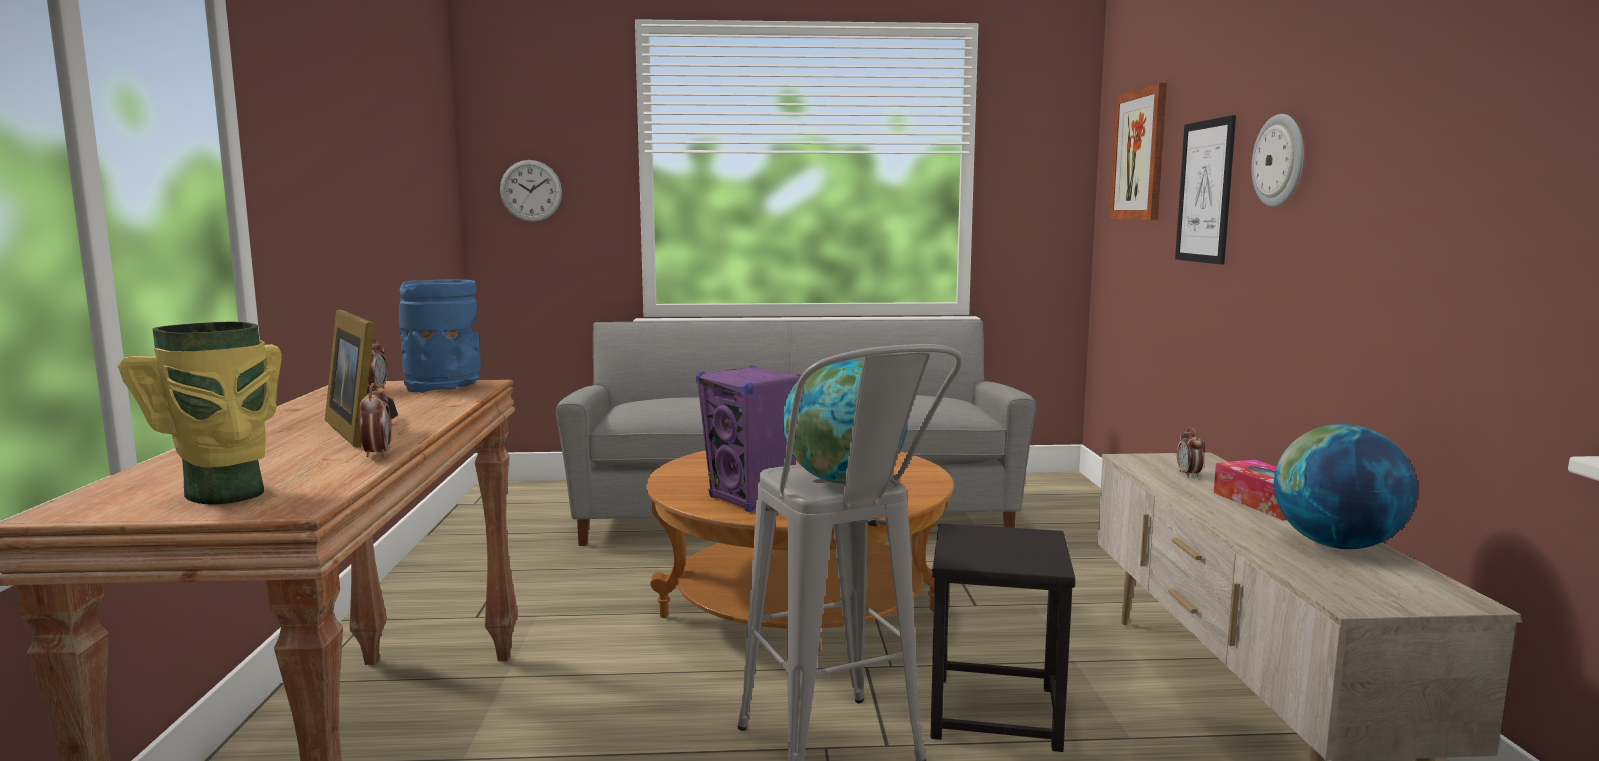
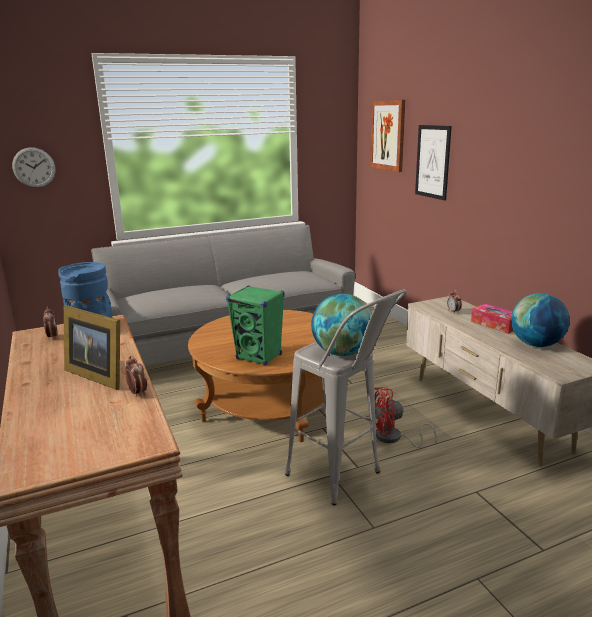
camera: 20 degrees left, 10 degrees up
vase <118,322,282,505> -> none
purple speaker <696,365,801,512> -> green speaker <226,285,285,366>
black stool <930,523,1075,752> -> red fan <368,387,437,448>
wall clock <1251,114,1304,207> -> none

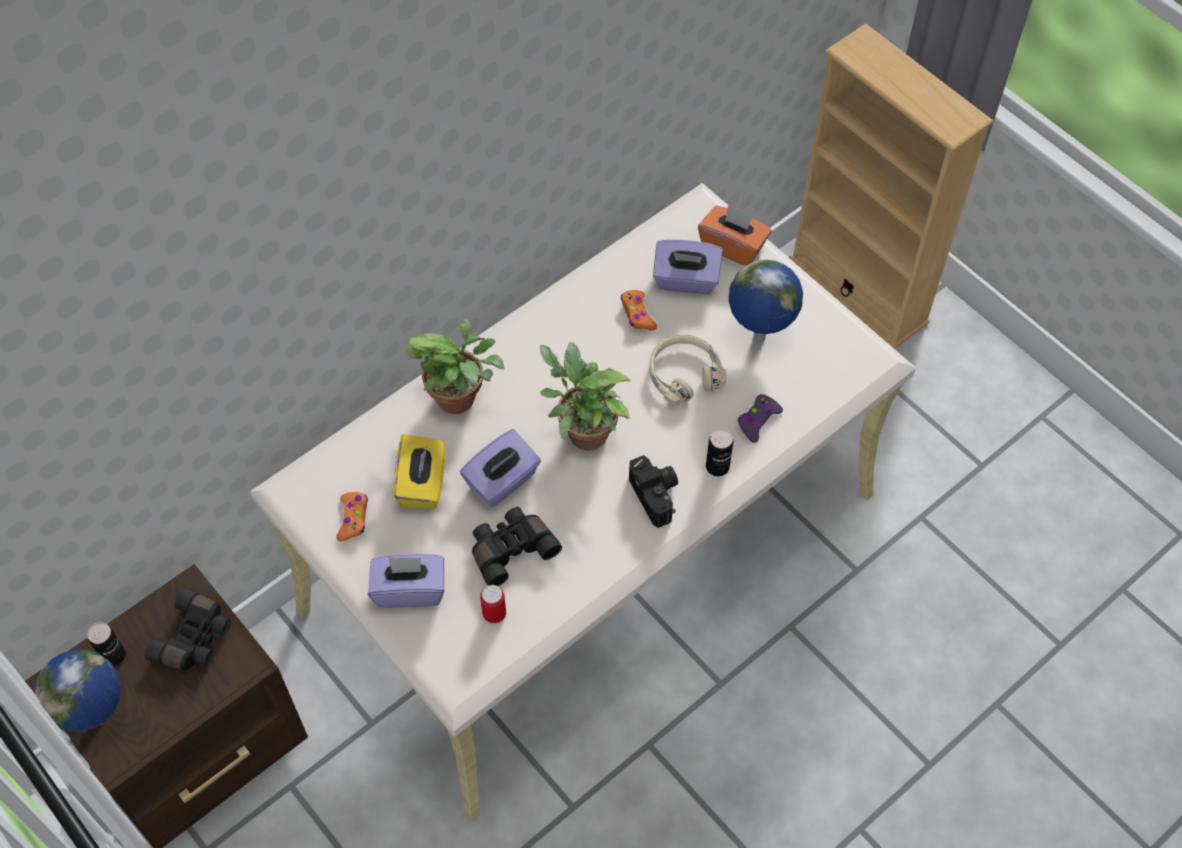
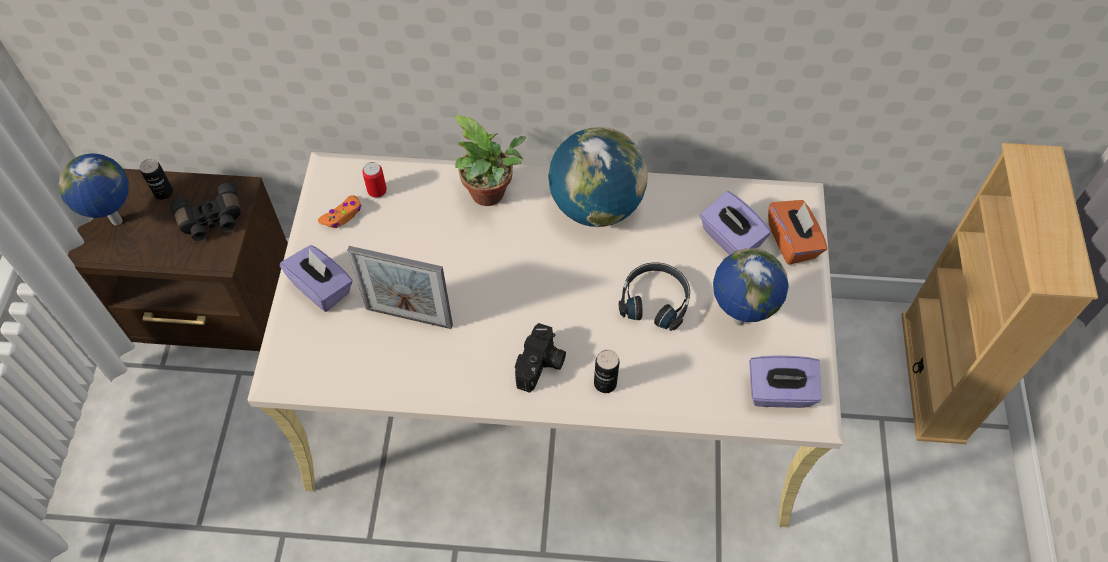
camera: 45 degrees right, 0 degrees up
yellow tissue box <394,434,445,508> -> none
purple tissue box <460,429,541,507> -> purple tissue box <749,356,822,408>, move
black binoculars <472,507,562,586> -> picture frame <347,246,453,329>
can <480,585,506,624> -> can <362,162,387,199>, move
potted plant <540,342,631,451> -> none
orange game controller <621,290,657,330> -> none
beige headphones <649,334,726,406> -> black headphones <618,262,690,331>
purple game controller <738,394,783,443> -> none
none -> globe <548,127,648,228>

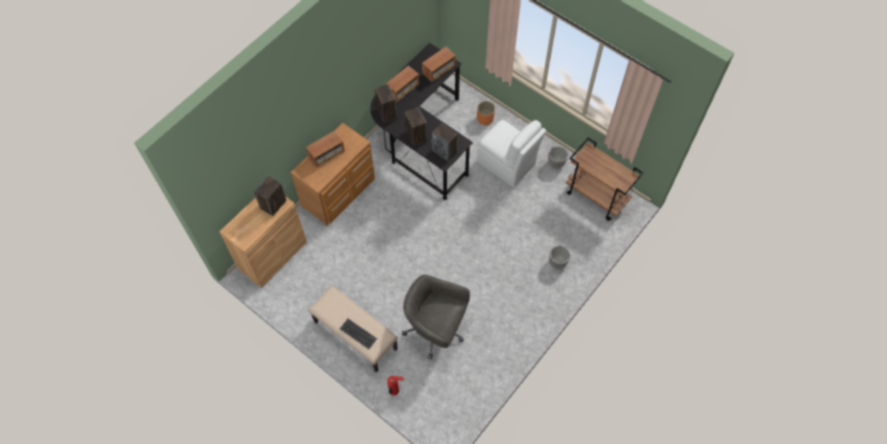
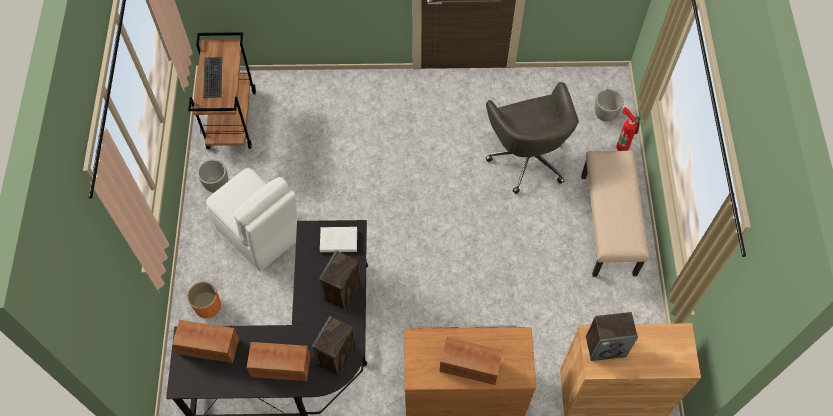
camera: 130 degrees left, 0 degrees up
keyboard <340,319,377,349> -> keyboard <203,57,222,98>, move
speaker <432,123,458,161> -> white book <320,227,357,252>
white chair <477,120,546,187> -> white chair <206,168,298,271>, 135 degrees clockwise
planter <549,245,570,269> -> planter <594,89,624,121>, move

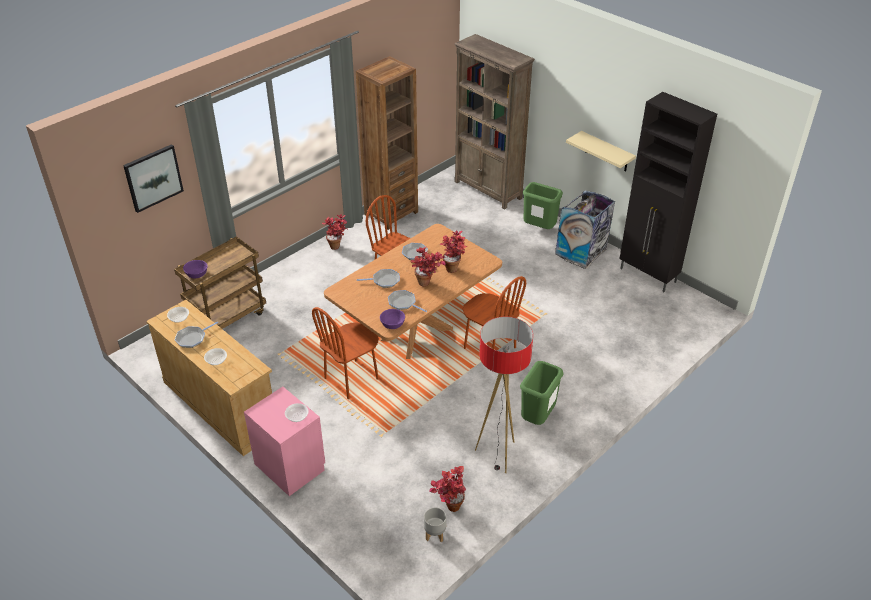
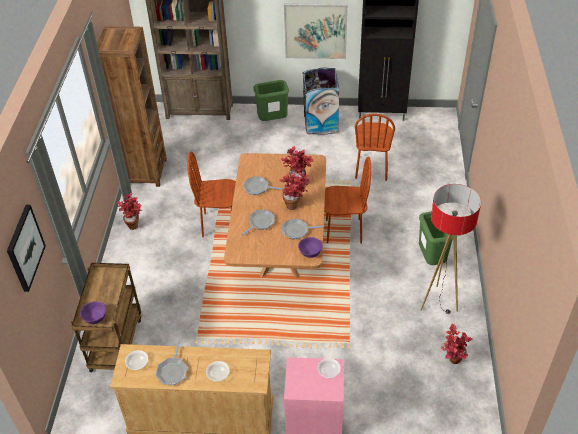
camera: 40 degrees left, 5 degrees up
brown chair <312,307,379,399> -> brown chair <355,114,395,181>, move
grey planter <424,507,446,542> -> none
beige shelf <566,131,636,172> -> picture <284,3,348,59>

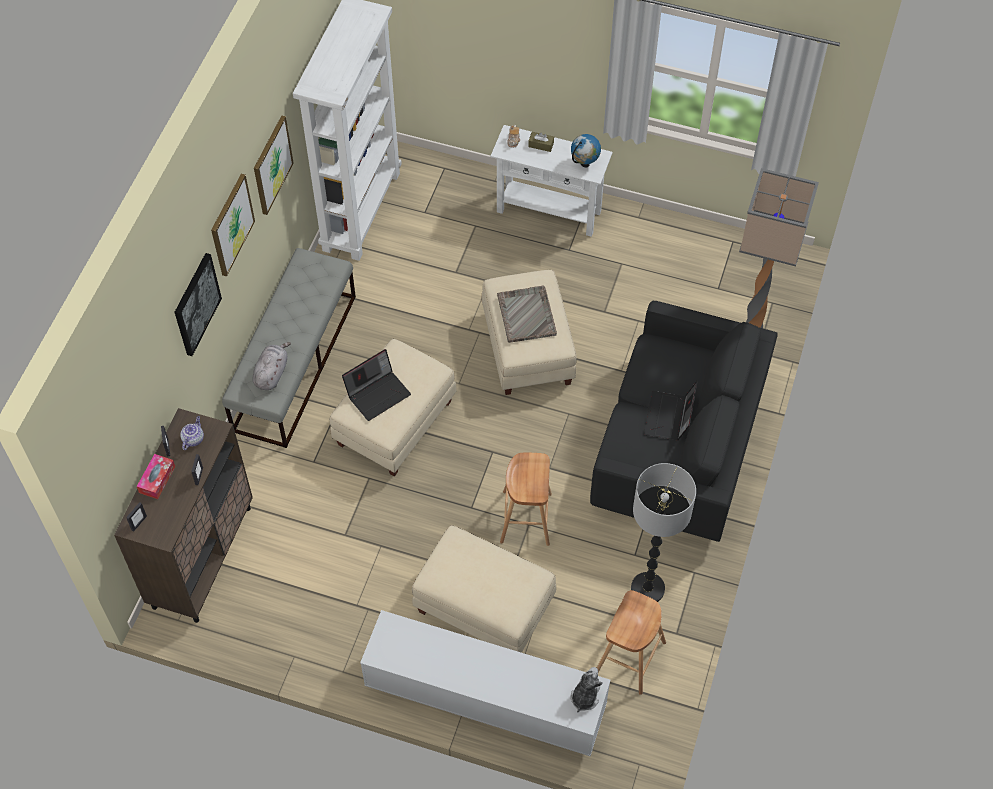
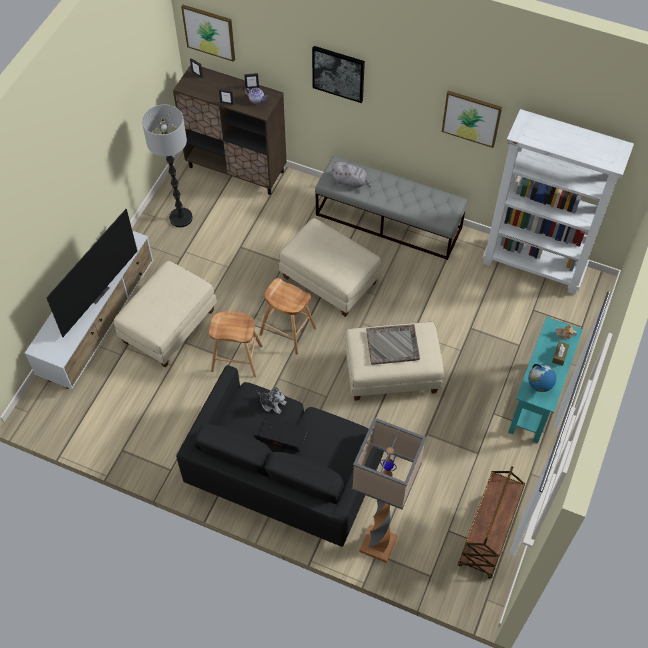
camera: 95 degrees right, 0 degrees up
tissue box <137,454,175,499> -> none
picture <211,174,255,276> -> picture <181,5,235,62>, move
laptop <342,349,411,421> -> none
white console table <490,125,612,237> -> turquoise console table <508,317,583,444>
plush toy <571,667,603,713> -> plush toy <257,387,287,414>, move
brown stool <597,590,666,695> -> brown stool <259,278,316,355>, move
floor lamp <631,463,696,602> -> floor lamp <142,105,193,227>, move
none -> television <46,209,137,337>
none -> brown cart <458,466,525,579>

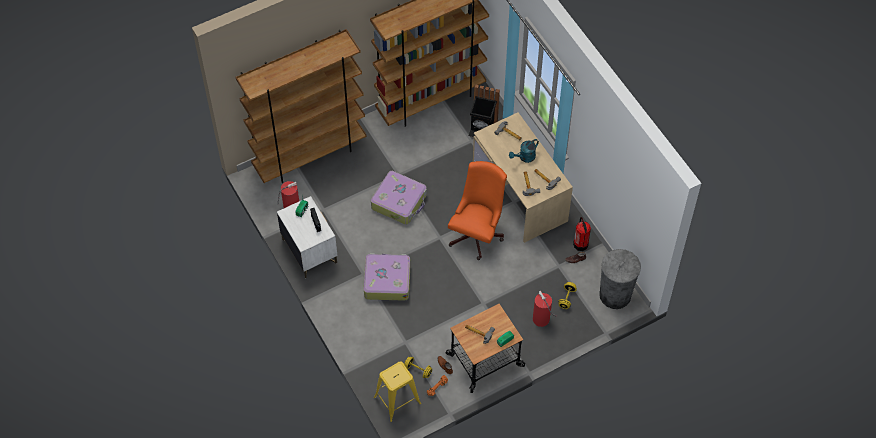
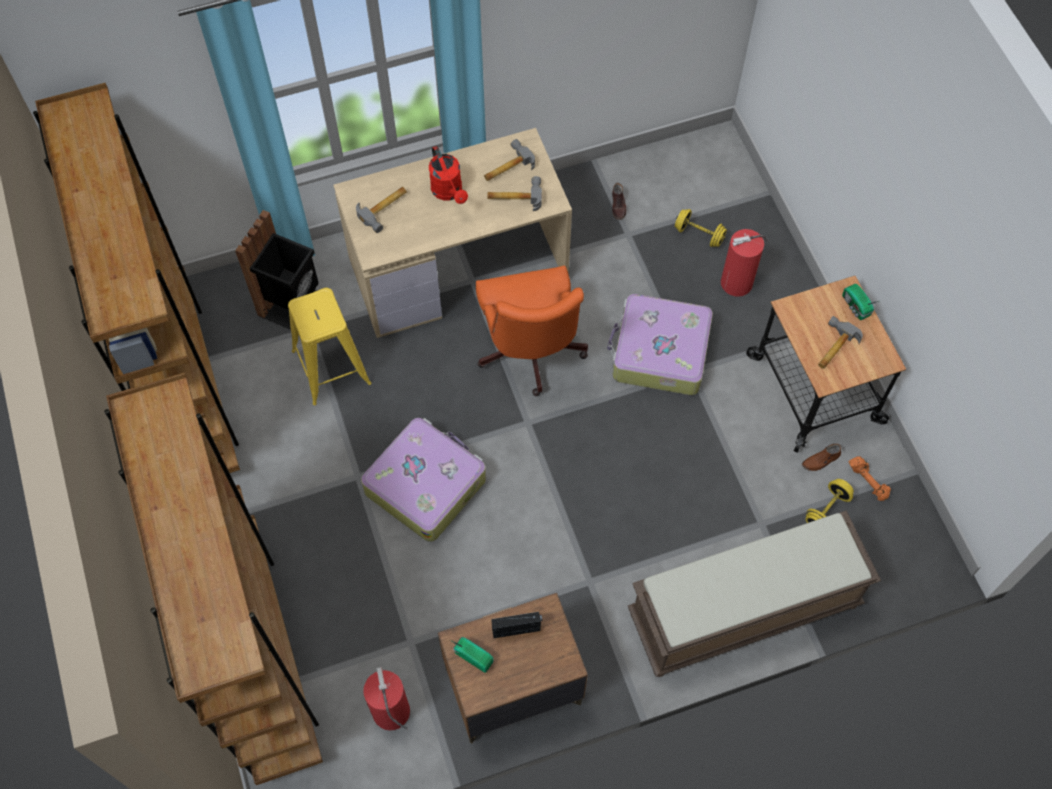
camera: 80 degrees left, 5 degrees up
white nightstand <277,196,338,278> -> brown nightstand <438,593,588,744>
suitcase <364,253,410,301> -> suitcase <607,294,713,395>, move
yellow stool <374,361,421,422> -> yellow stool <288,288,371,405>, move
orange office chair <448,161,507,260> -> orange office chair <476,266,588,396>, 135 degrees counterclockwise
turquoise watering can <509,139,539,163> -> red watering can <429,146,468,204>
fire extinguisher <573,217,591,251> -> none
grey trash can <599,249,641,309> -> none
none -> brown bench <628,511,881,677>

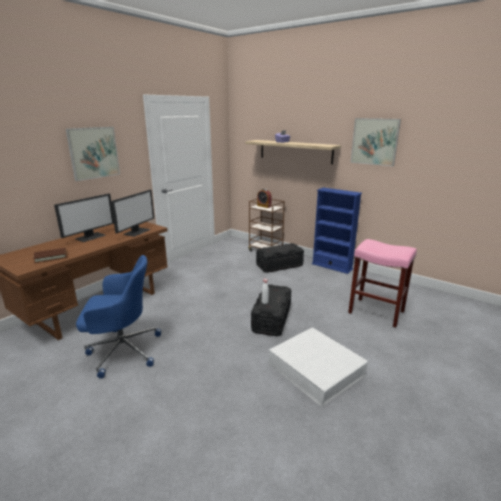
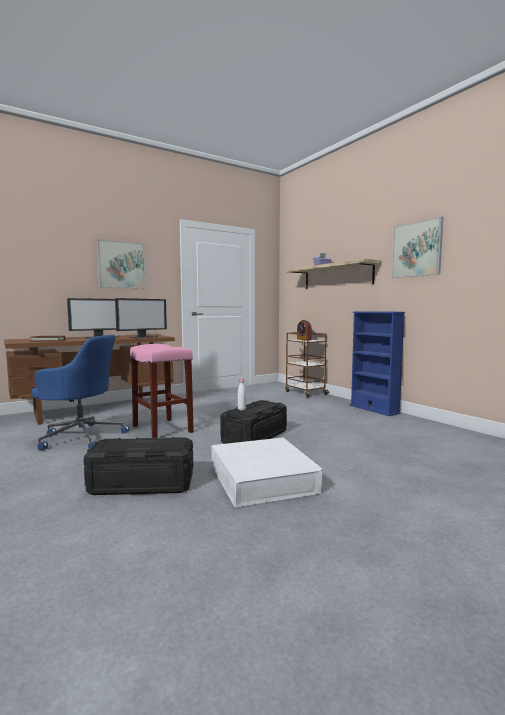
camera: 20 degrees right, 15 degrees down
black storage box <256,243,304,273> -> black storage box <83,437,193,495>, move
pink stool <348,239,417,327> -> pink stool <130,344,194,439>, move

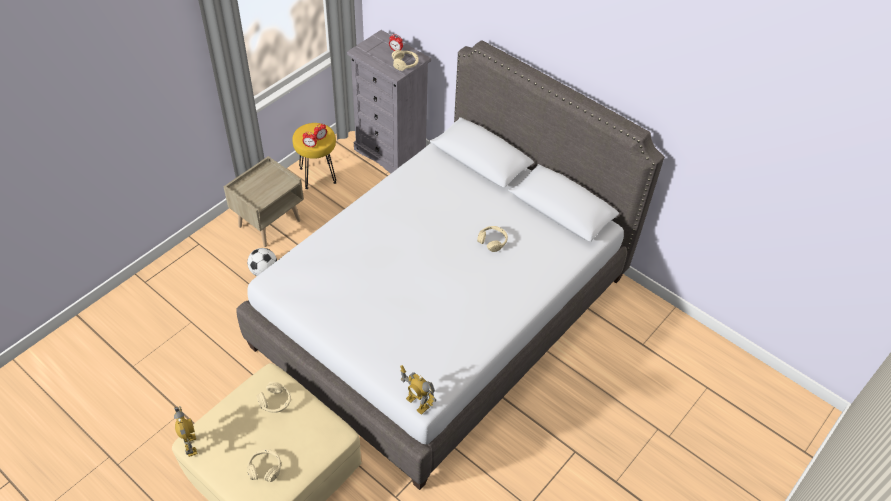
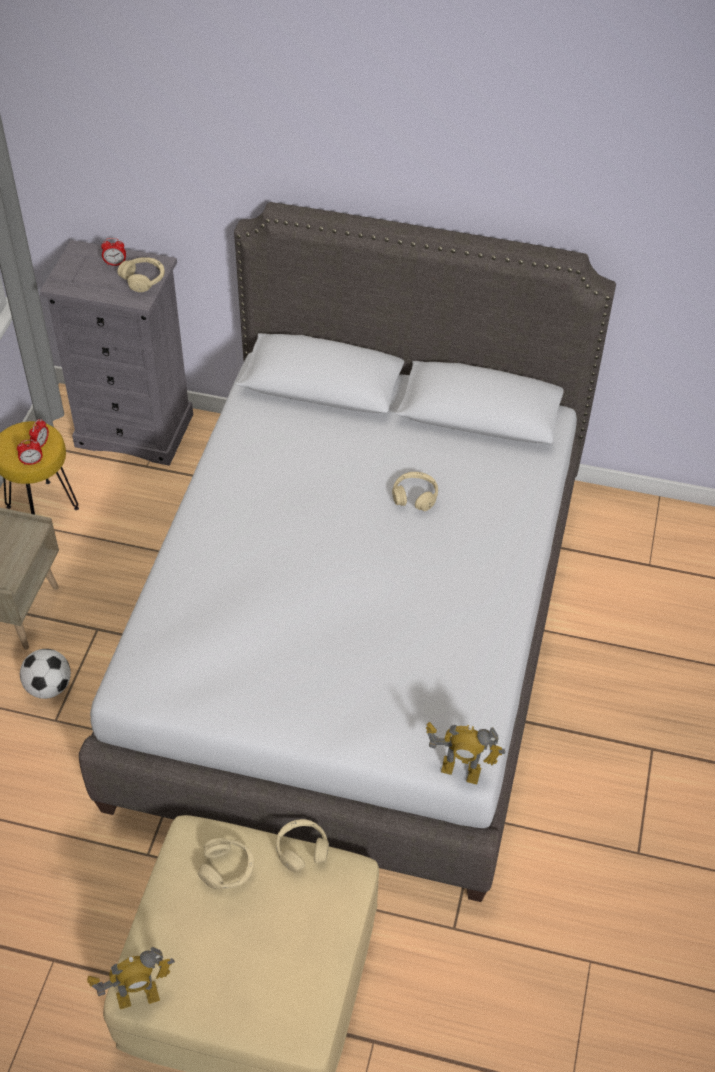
camera: 25 degrees left, 0 degrees up
toy robot <174,406,198,457> -> toy robot <87,947,175,1009>, 120 degrees clockwise
beige headphones <247,449,281,482> -> beige headphones <276,819,329,873>, move

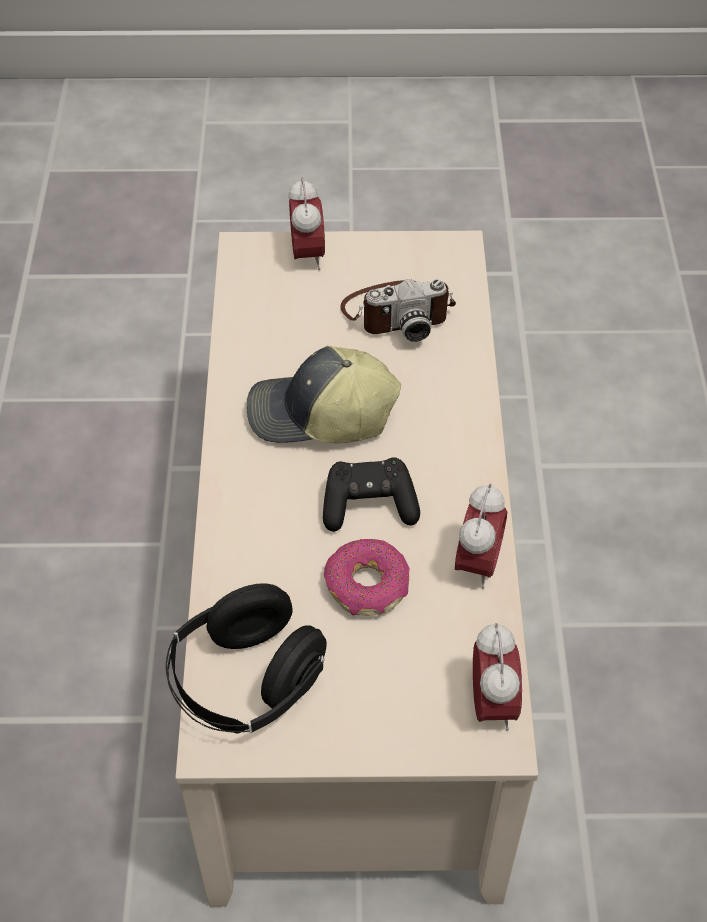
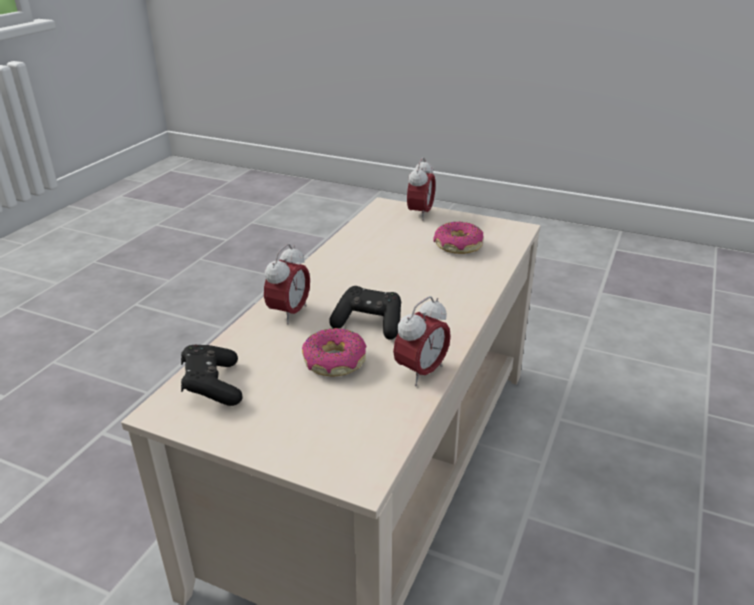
camera: 25 degrees right, 20 degrees down
black headphones <166,583,327,734> -> black game controller <181,345,243,406>
cap <247,346,401,444> -> none
photo camera <340,279,456,342> -> donut <433,221,483,254>
alarm clock <473,623,522,731> -> alarm clock <264,244,310,325>, move

